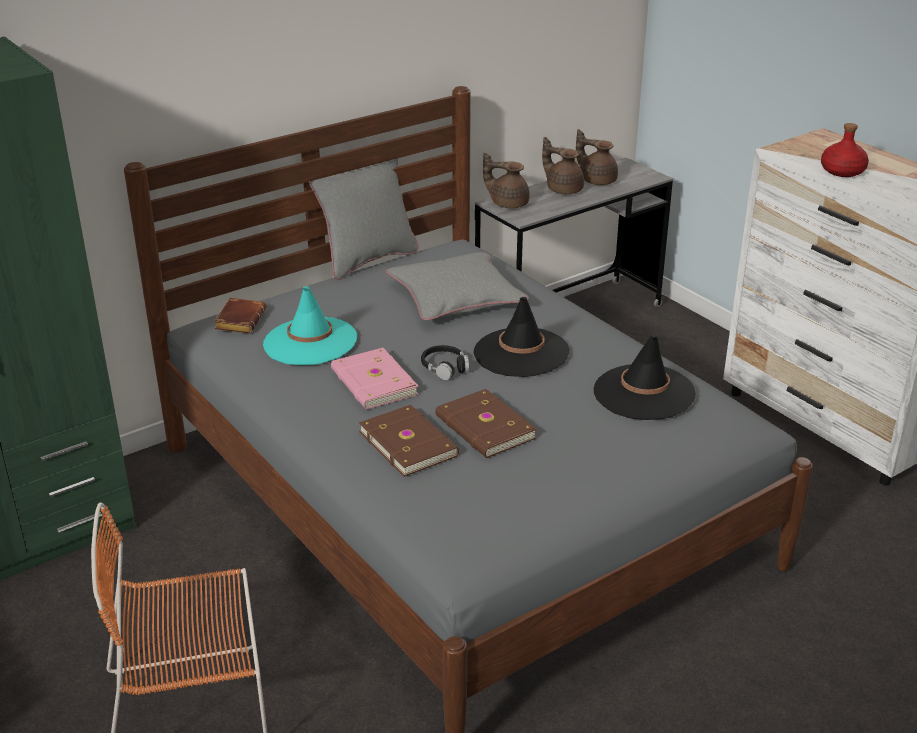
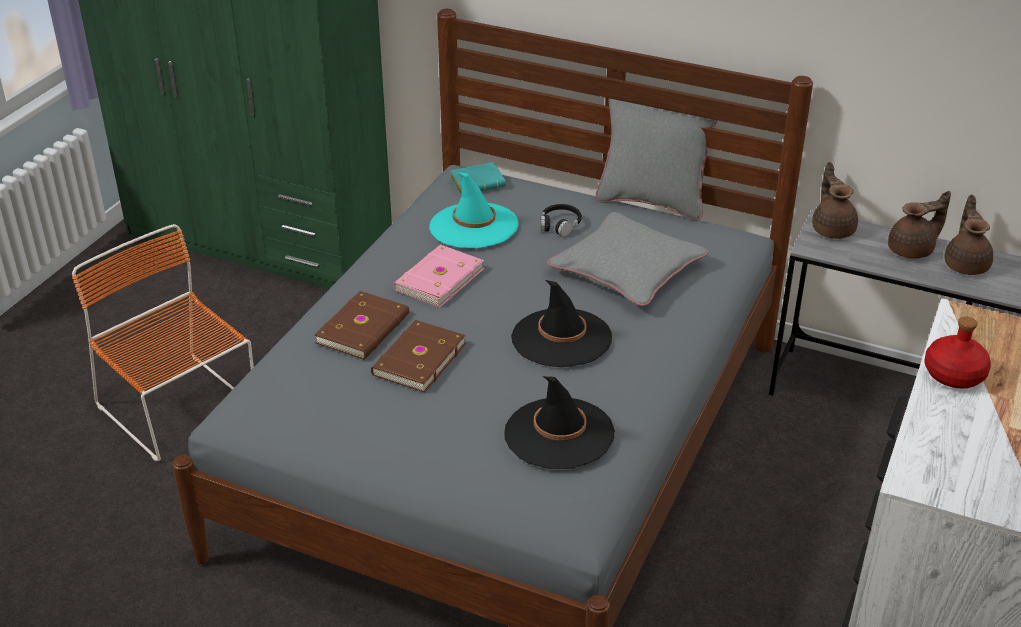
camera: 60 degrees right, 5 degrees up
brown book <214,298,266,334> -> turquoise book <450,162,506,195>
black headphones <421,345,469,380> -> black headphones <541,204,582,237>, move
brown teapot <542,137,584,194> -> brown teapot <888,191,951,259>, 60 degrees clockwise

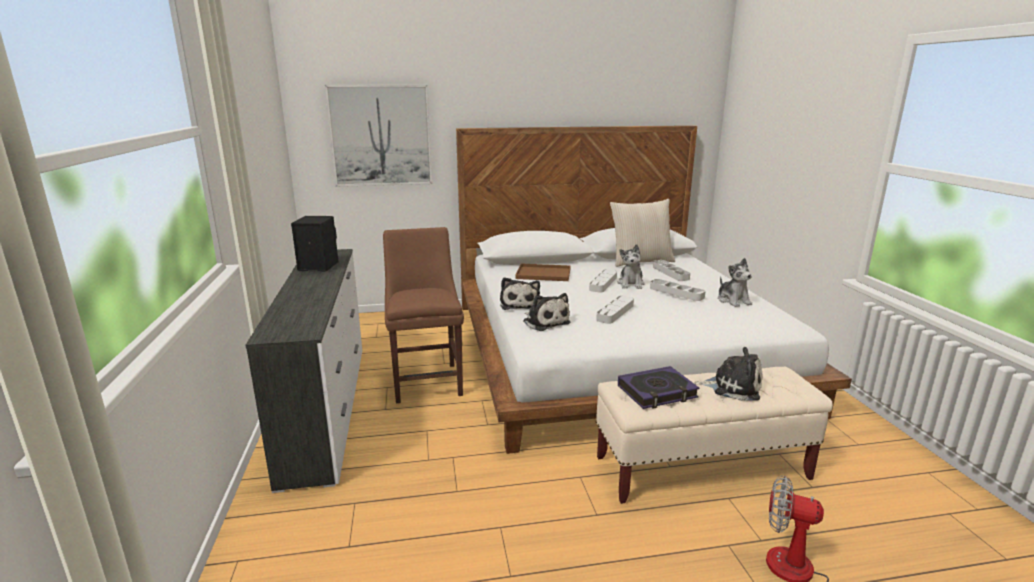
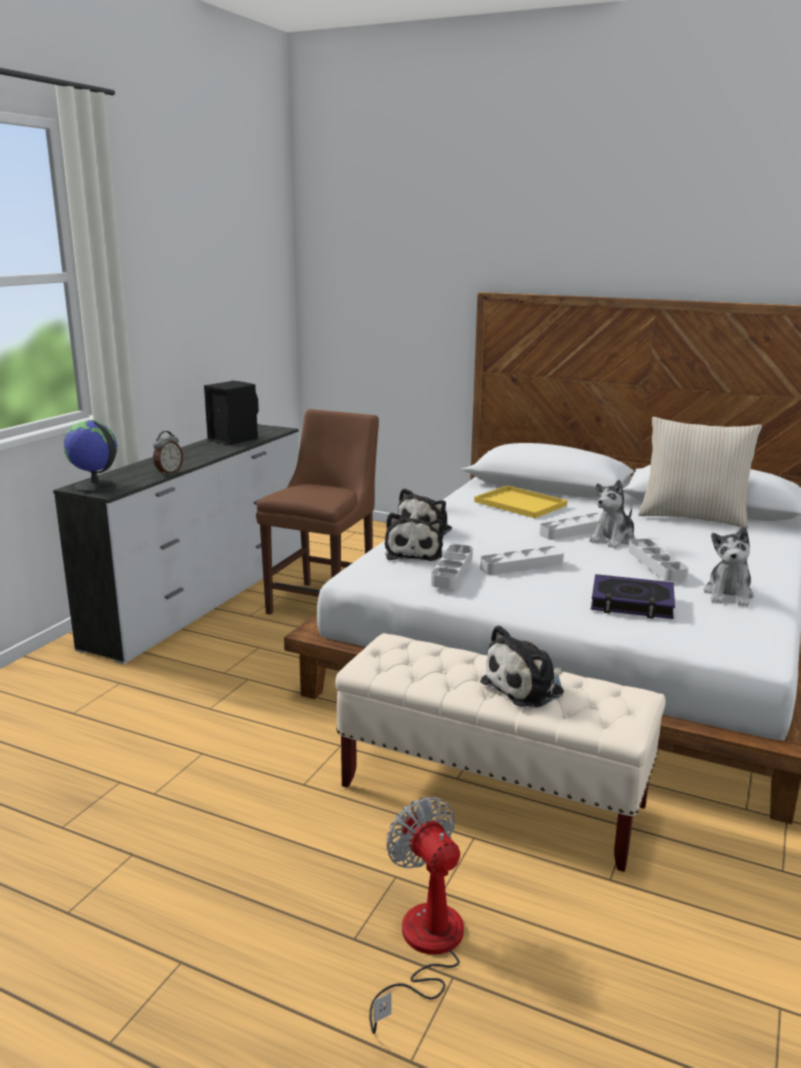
camera: 35 degrees right, 0 degrees up
picture <325,85,432,187> -> none
brown tray <515,264,571,281> -> yellow tray <474,485,568,518>
book <618,366,700,409> -> book <591,574,675,619>, move
grey tray <653,260,690,281> -> grey tray <431,544,473,589>, move
plush toy <694,347,762,401> -> plush toy <480,625,564,708>, 90 degrees clockwise
none -> globe <63,420,118,493>
none -> alarm clock <153,431,183,475>

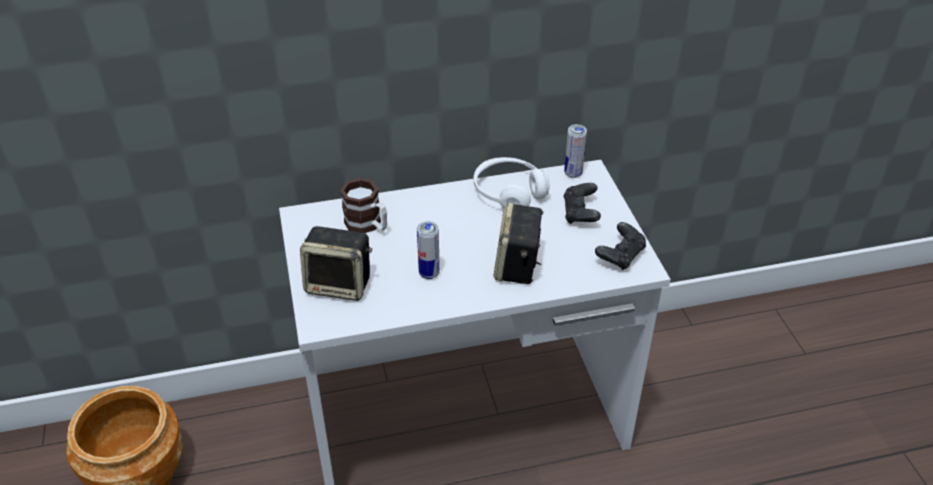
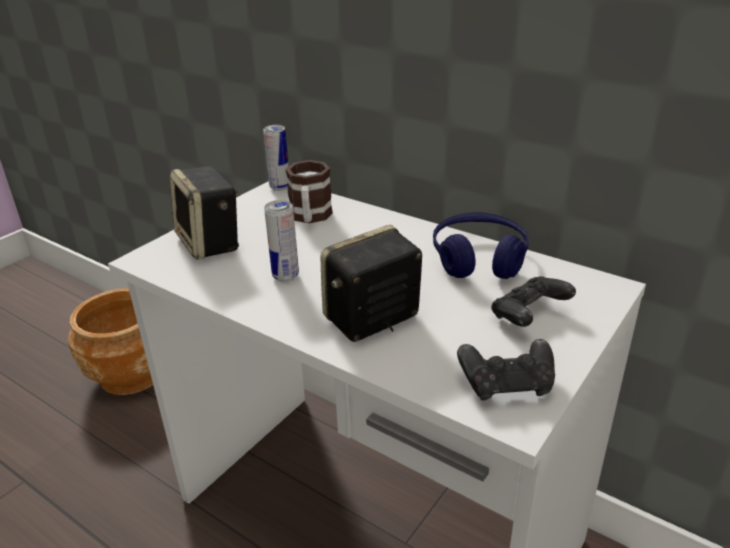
camera: 50 degrees right, 10 degrees down
white headphones <473,157,549,208> -> blue headphones <433,212,529,279>
can <564,124,587,178> -> can <263,125,289,191>, move

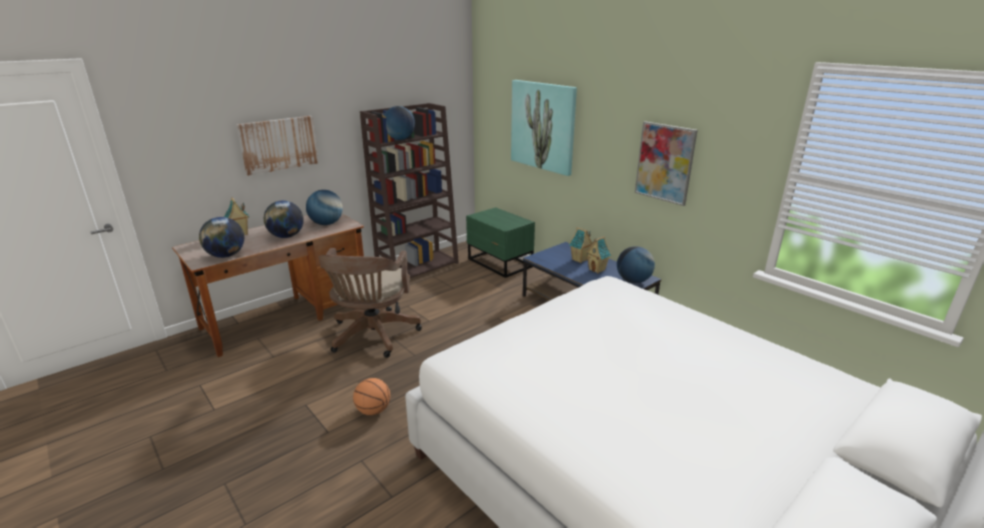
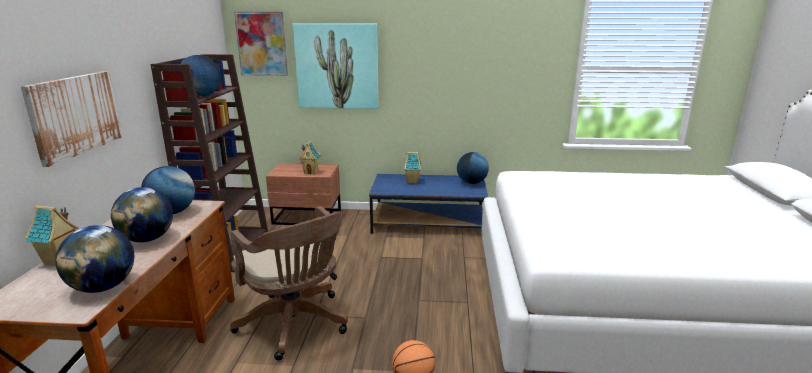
camera: 45 degrees left, 5 degrees down
green nightstand <466,207,535,278> -> brown nightstand <266,163,341,225>
toy house <586,236,611,273> -> toy house <299,140,321,175>, move
picture <635,121,698,206> -> picture <234,12,288,76>, move

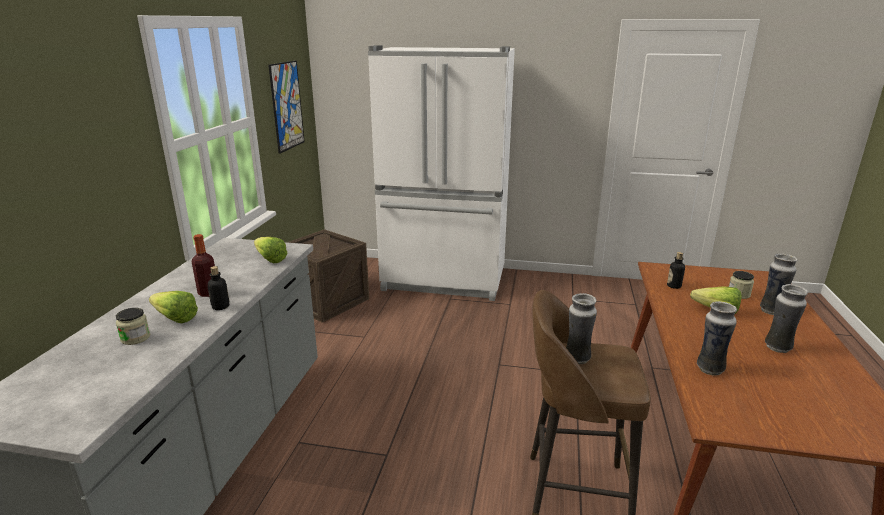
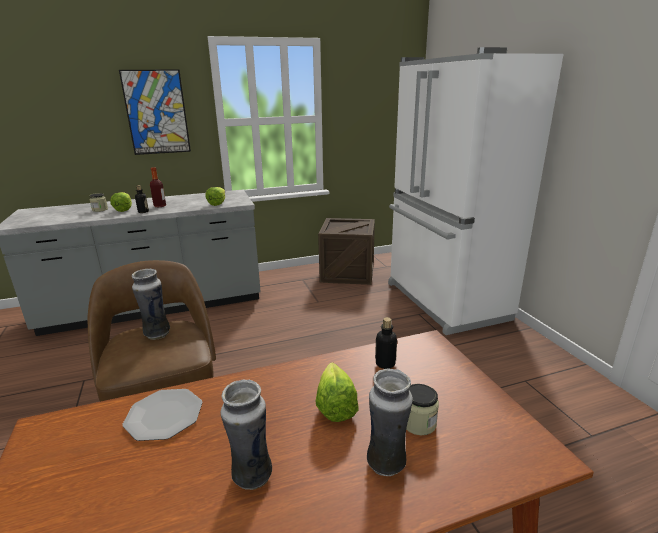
camera: 60 degrees right, 0 degrees up
picture <268,61,305,154> -> picture <119,69,191,155>, move
vase <697,301,737,376> -> plate <123,389,203,441>

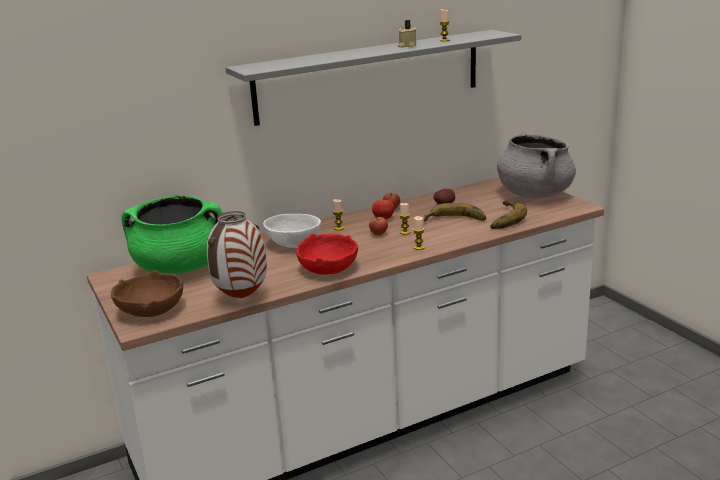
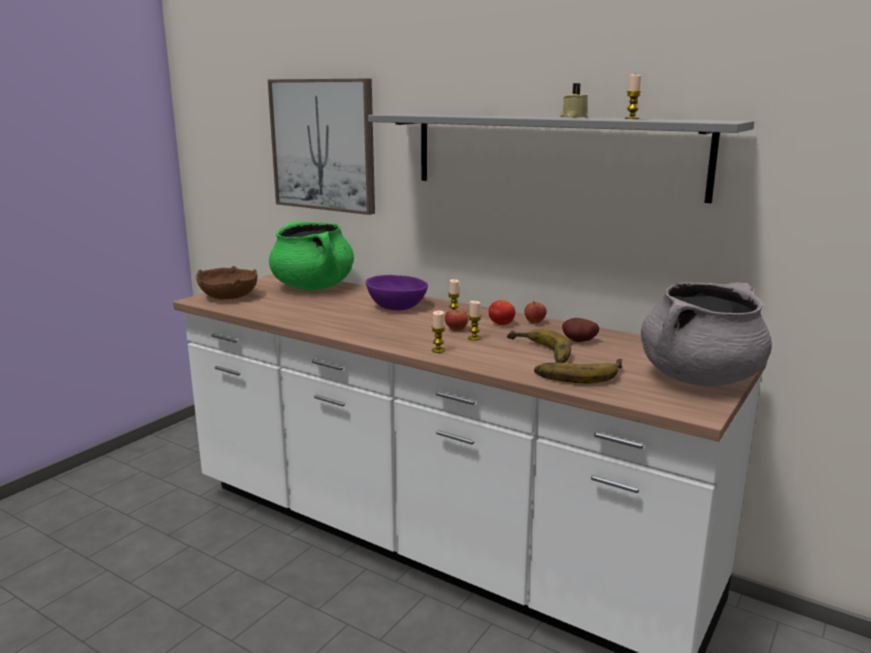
camera: 60 degrees right, 5 degrees down
vase <207,211,267,298> -> none
white bowl <263,214,321,248> -> purple bowl <366,275,428,310>
red bowl <295,233,358,275> -> none
none -> picture <268,79,375,215>

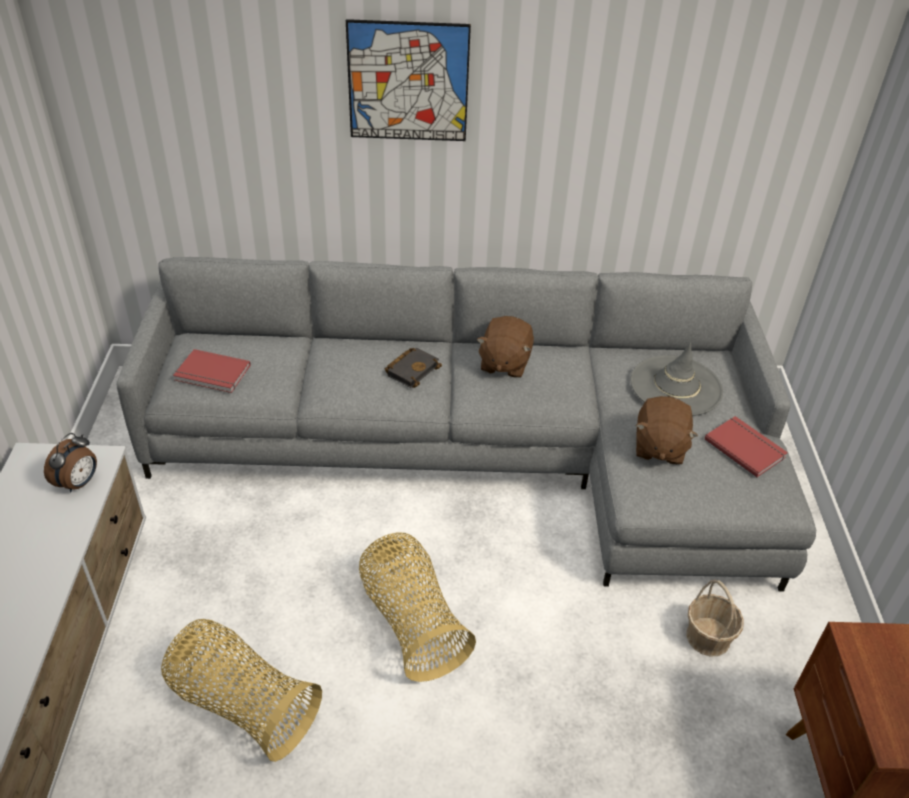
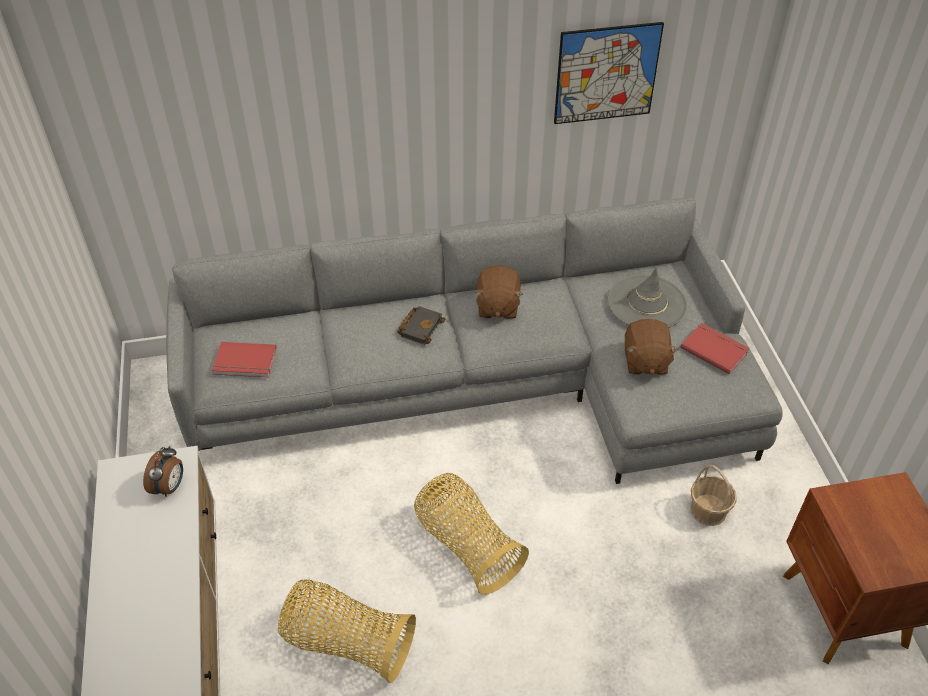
camera: 10 degrees left, 5 degrees up
picture <346,19,471,141> -> picture <554,22,664,124>, move

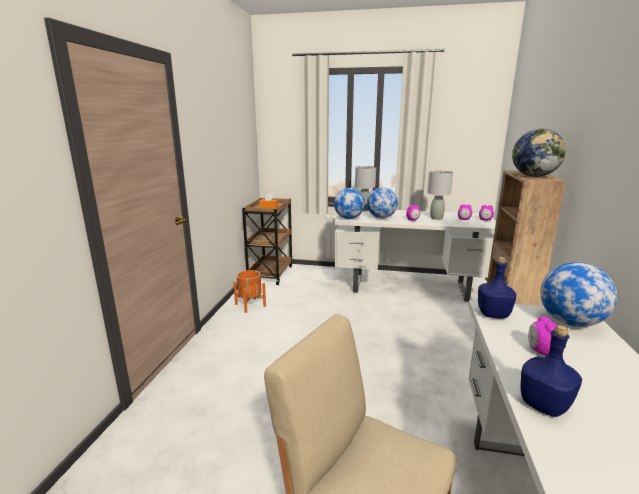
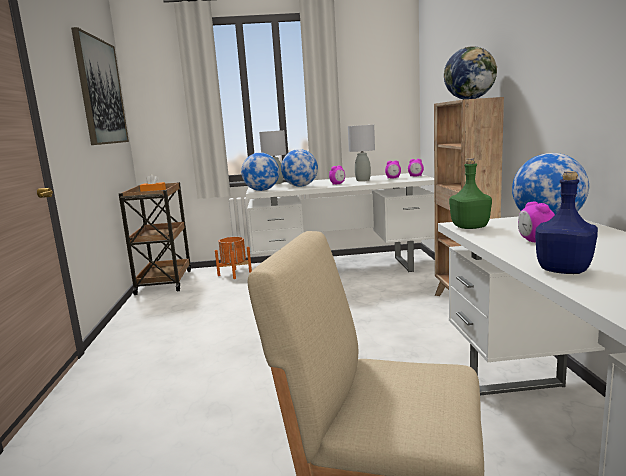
camera: 15 degrees left, 5 degrees down
orange planter <233,270,266,313> -> orange planter <215,237,252,279>, move
blue bottle <478,257,516,318> -> green bottle <449,158,492,229>
none -> picture <71,27,129,145>

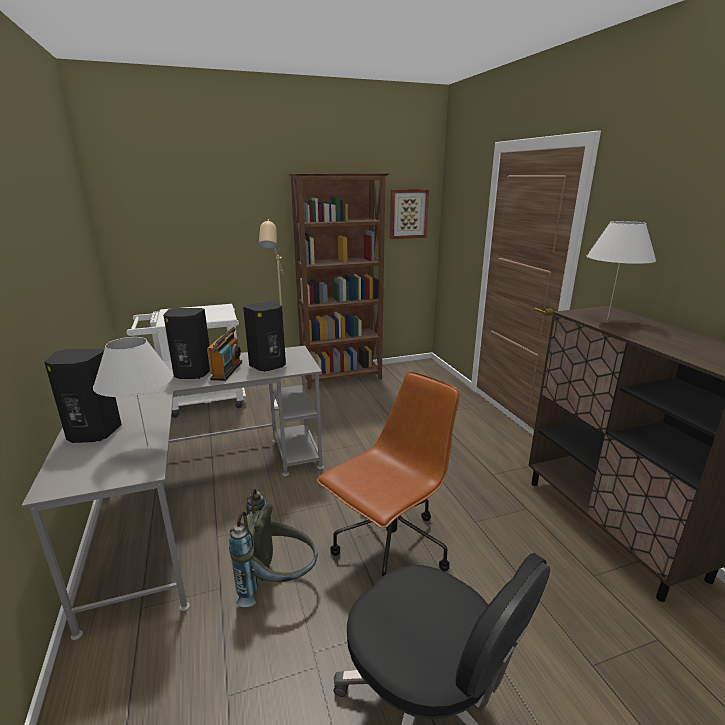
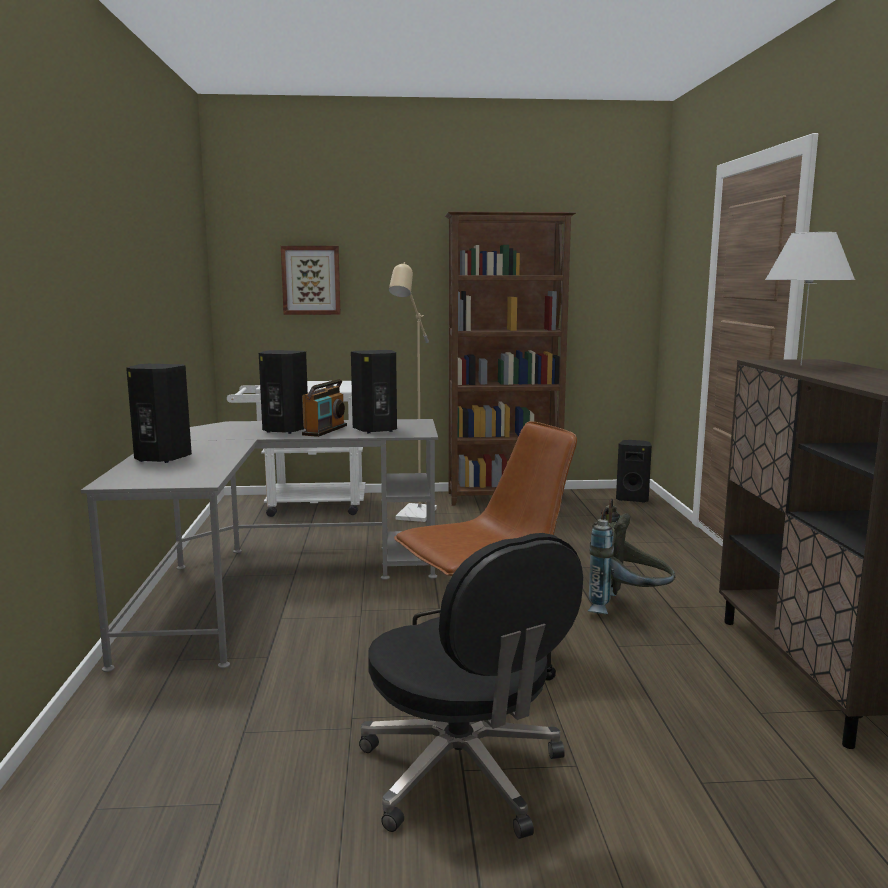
camera: 15 degrees right, 10 degrees down
white table lamp <93,337,173,446> -> none
grey backpack <229,489,318,607> -> grey backpack <588,498,676,614>, move
picture <390,189,429,239> -> picture <281,246,340,315>, move
none -> black speaker <616,440,652,503>

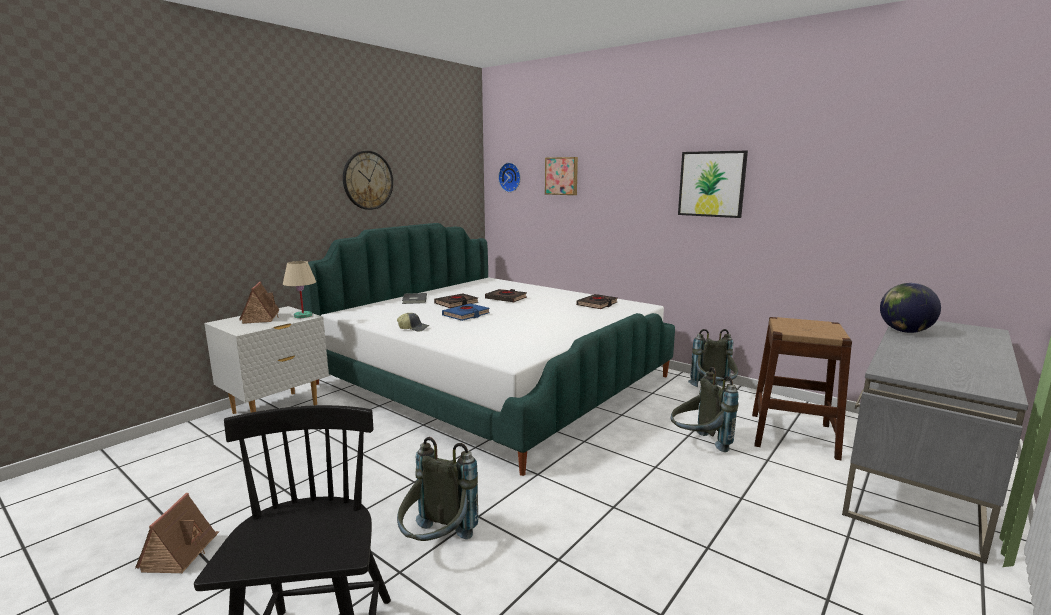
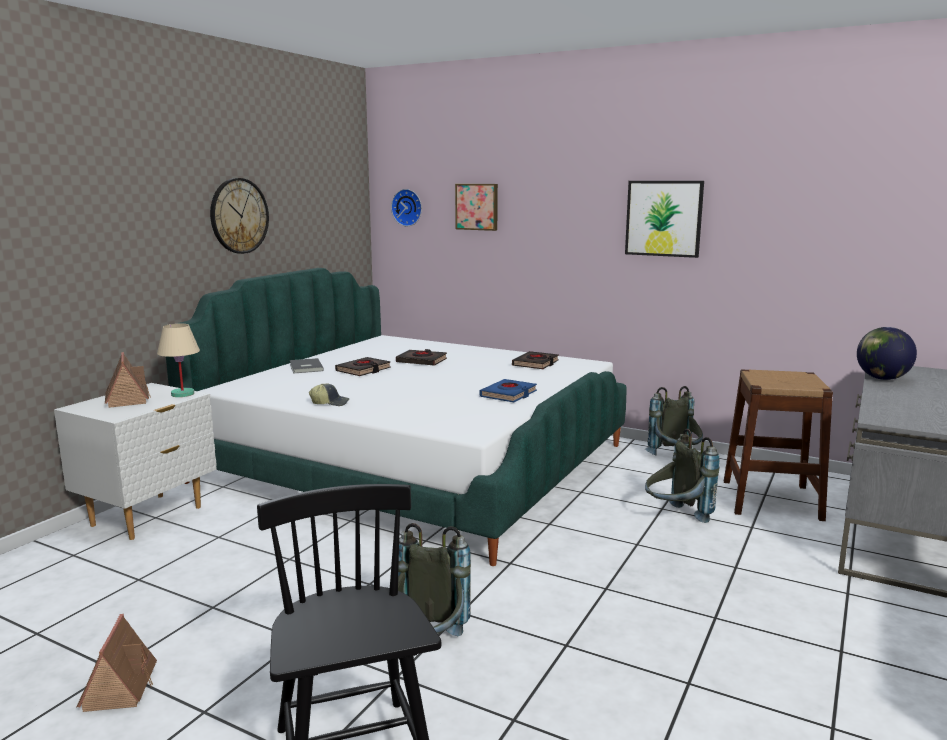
camera: 10 degrees left, 0 degrees up
blue book <442,304,490,321> -> blue book <479,379,537,402>, move

